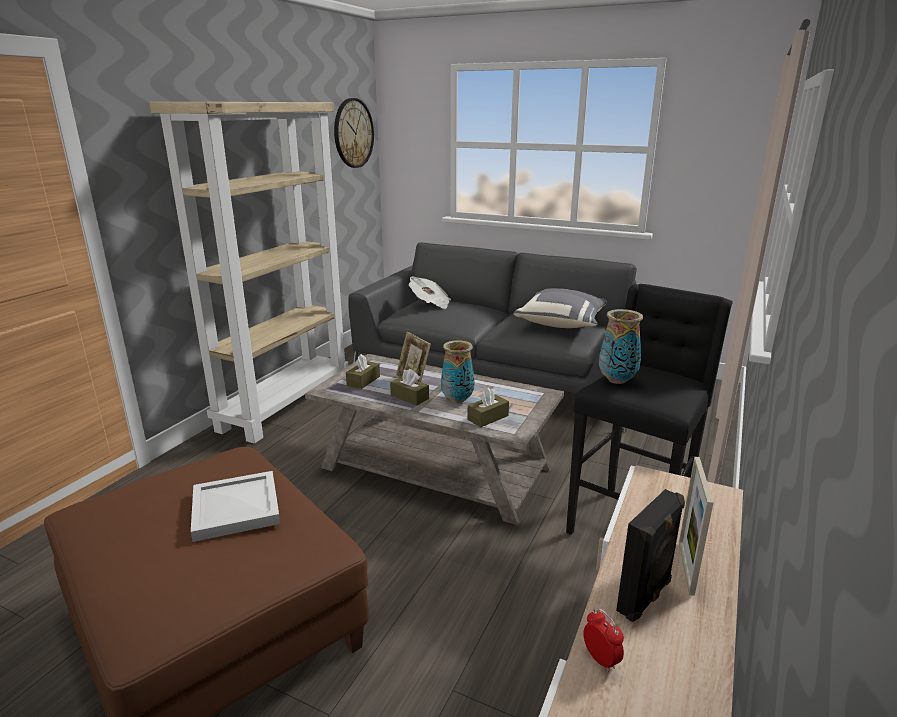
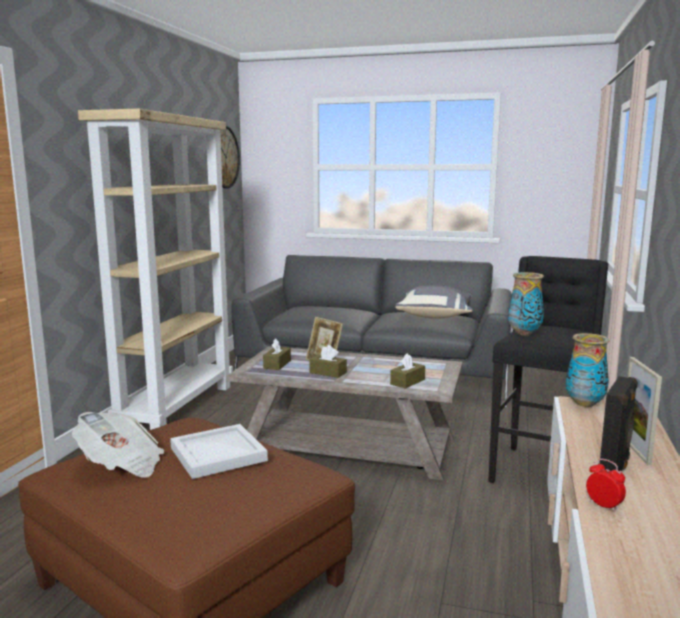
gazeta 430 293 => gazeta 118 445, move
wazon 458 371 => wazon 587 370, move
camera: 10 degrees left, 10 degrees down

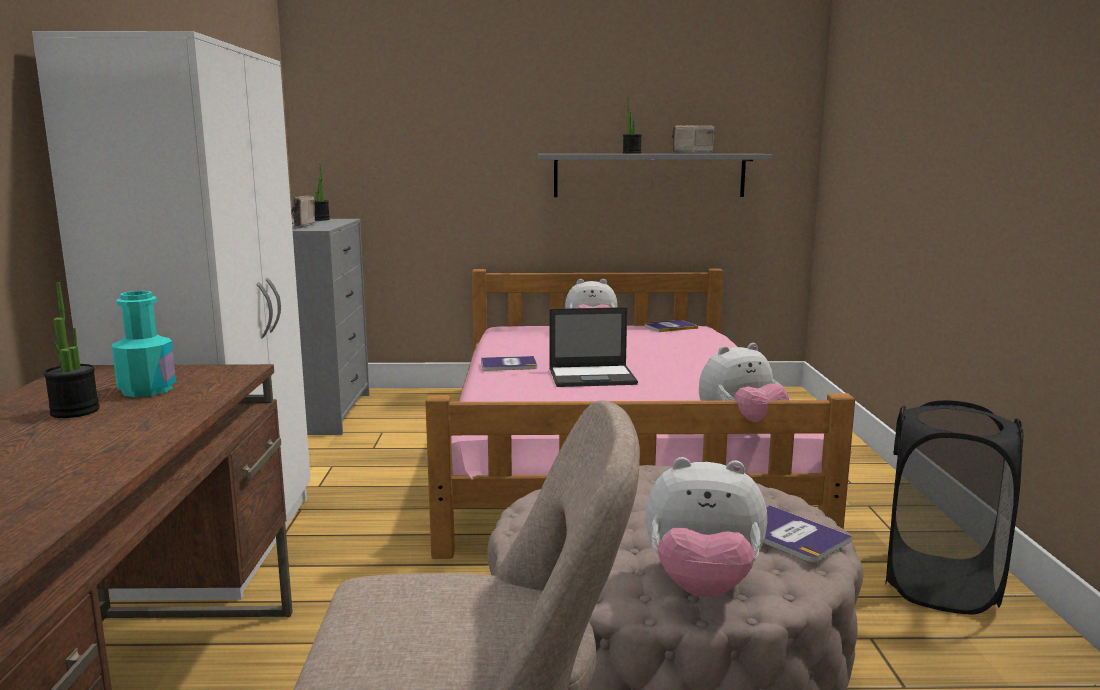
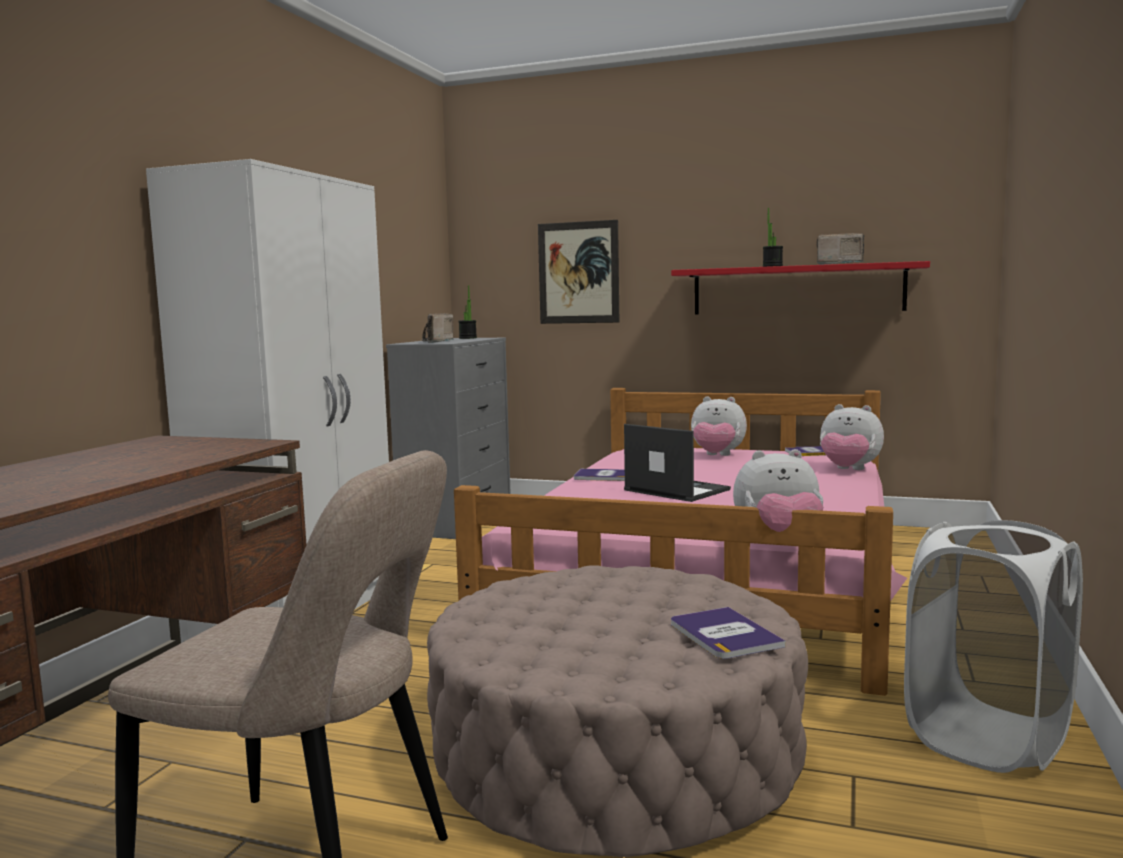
półka [szary] 655 175 => półka [czerwony] 800 288
roślina doniczkowa 72 350 => nothing
butelka [turkusowy] 143 344 => nothing
laptop 593 347 => laptop 677 463, 150 degrees counterclockwise
kosz na pranie [czarny] 954 507 => kosz na pranie [biały] 993 646
pluszak 706 527 => pluszak 852 437, move
nothing => obraz 578 272
camera: 20 degrees right, 5 degrees down

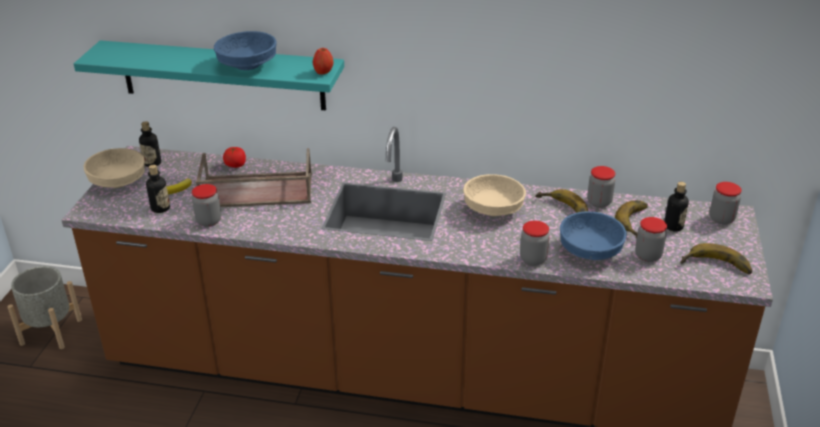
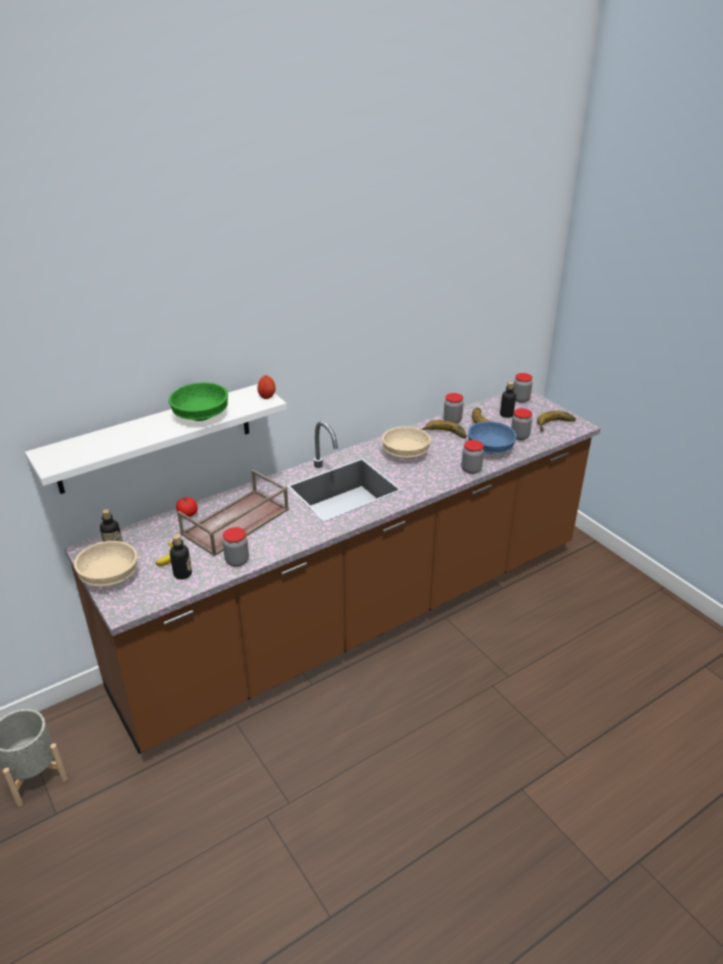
miska [niebieski] 245 50 => miska [zielony] 198 401
półka [turkusowy] 209 75 => półka [biały] 156 439
camera: 45 degrees left, 0 degrees up

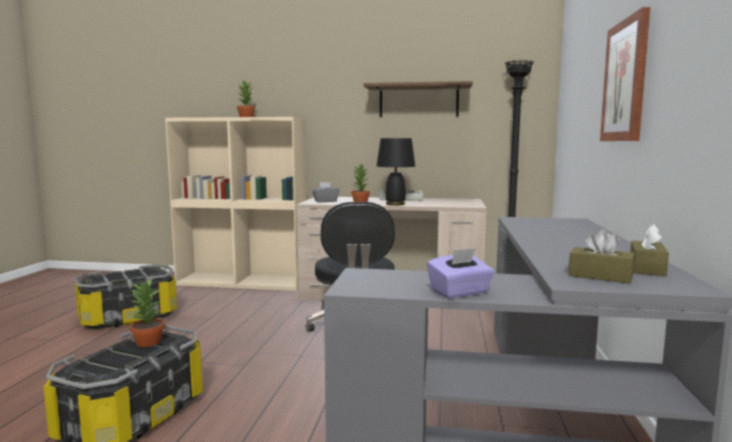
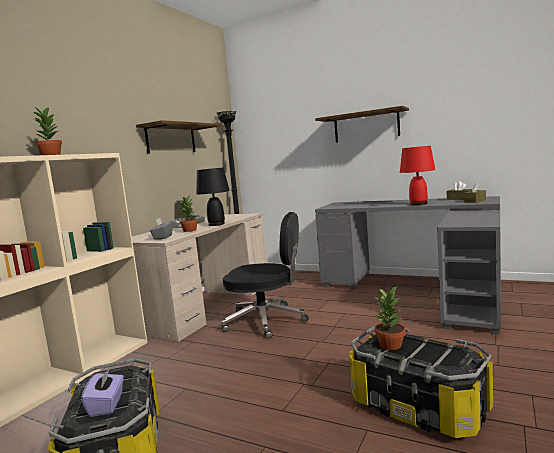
obraz 625 74 => półka 362 124
pudełko chusteczek [fioletowy] 461 273 => pudełko chusteczek [fioletowy] 102 392, move
nothing => lampa stołowa [czerwony] 417 175
camera: 70 degrees left, 0 degrees up

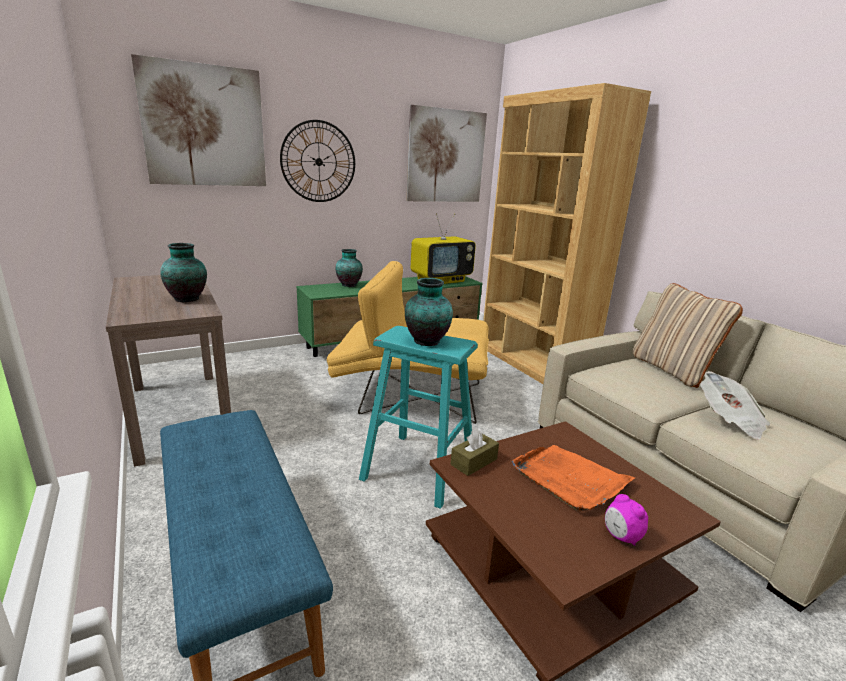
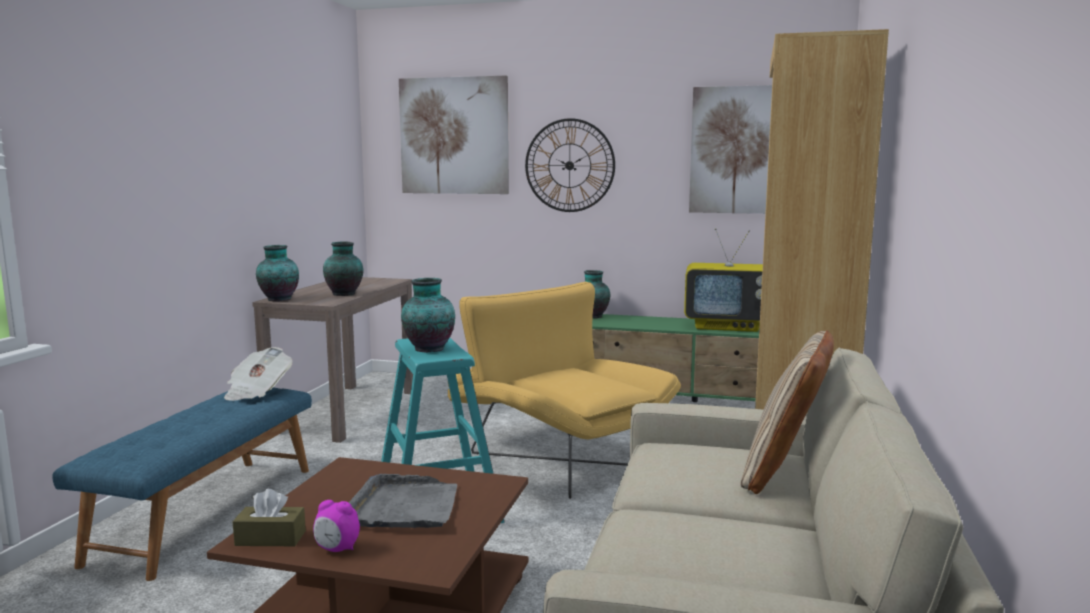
gazeta 735 405 => gazeta 258 374, move
pudełko chusteczek [brązowy] 475 452 => pudełko chusteczek [brązowy] 269 517, move
taca [pomarańczowy] 573 478 => taca [szary] 403 501
budzik 626 520 => budzik 336 526, 90 degrees counterclockwise
nothing => wazon 277 273
camera: 45 degrees right, 10 degrees down

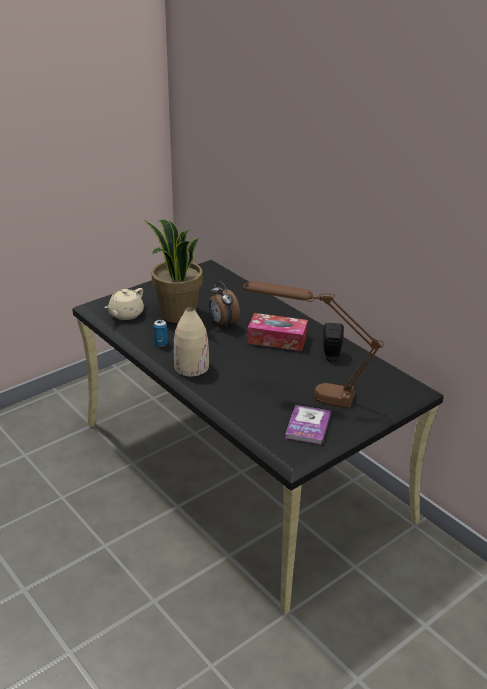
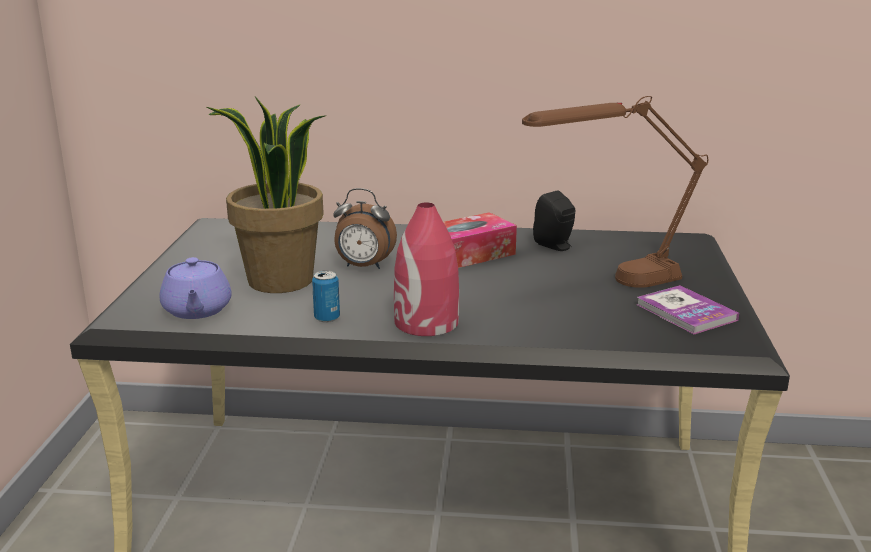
imbryk [beżowy] 124 304 => imbryk [fioletowy] 196 288
wazon [beżowy] 191 341 => wazon [czerwony] 426 269
camera: 45 degrees left, 10 degrees down

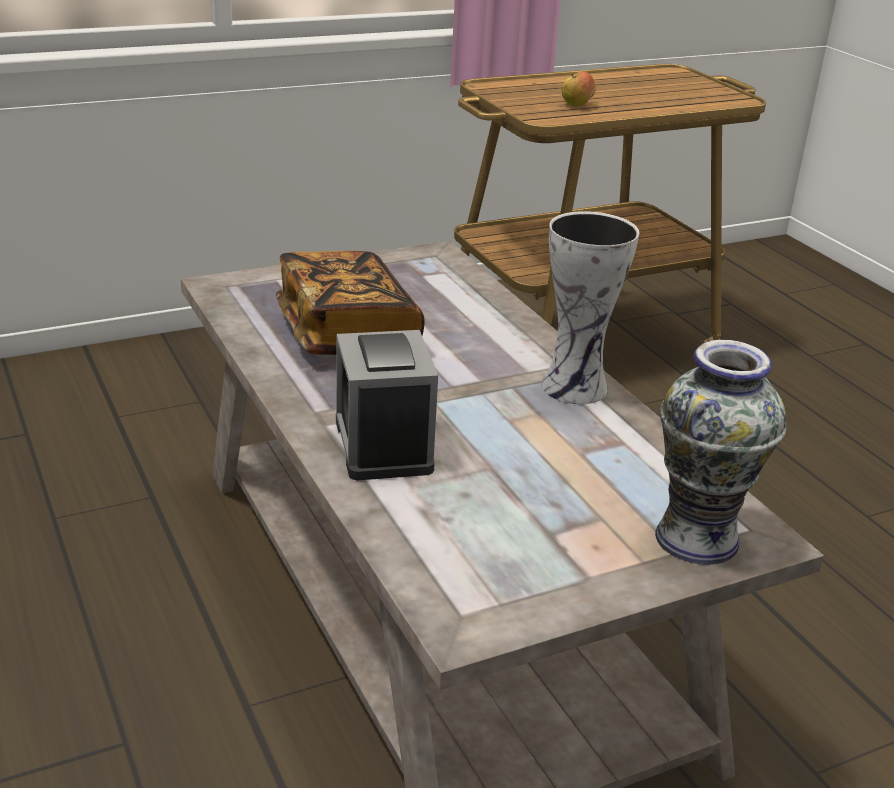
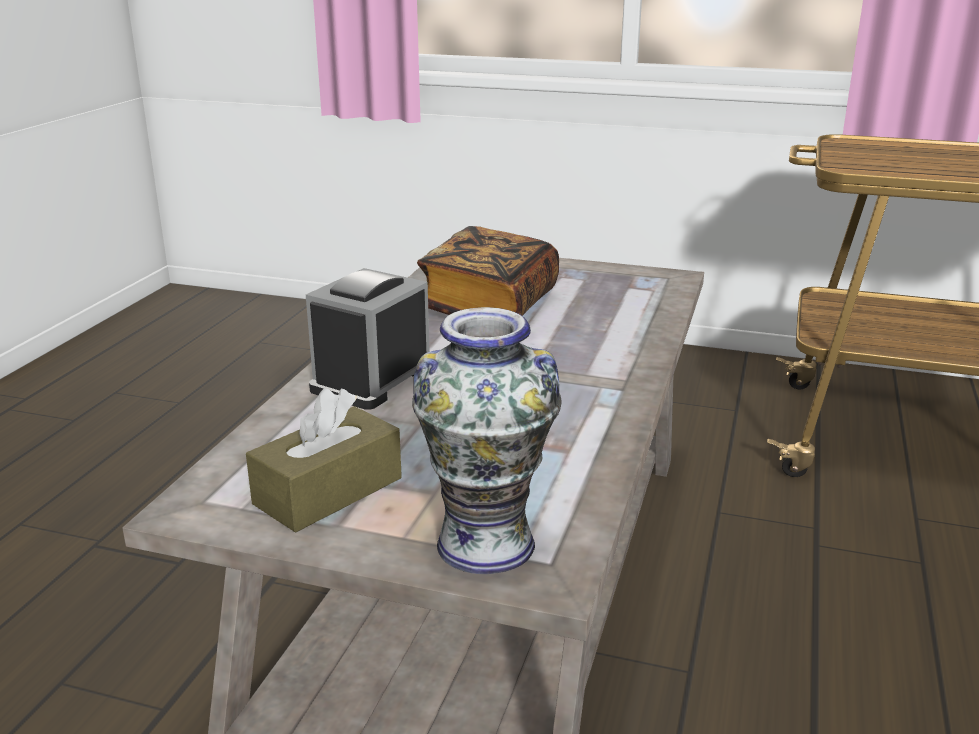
jabłko 578 89 => nothing
wazon 590 307 => nothing
nothing => pudełko chusteczek [brązowy] 324 460
camera: 45 degrees right, 5 degrees down

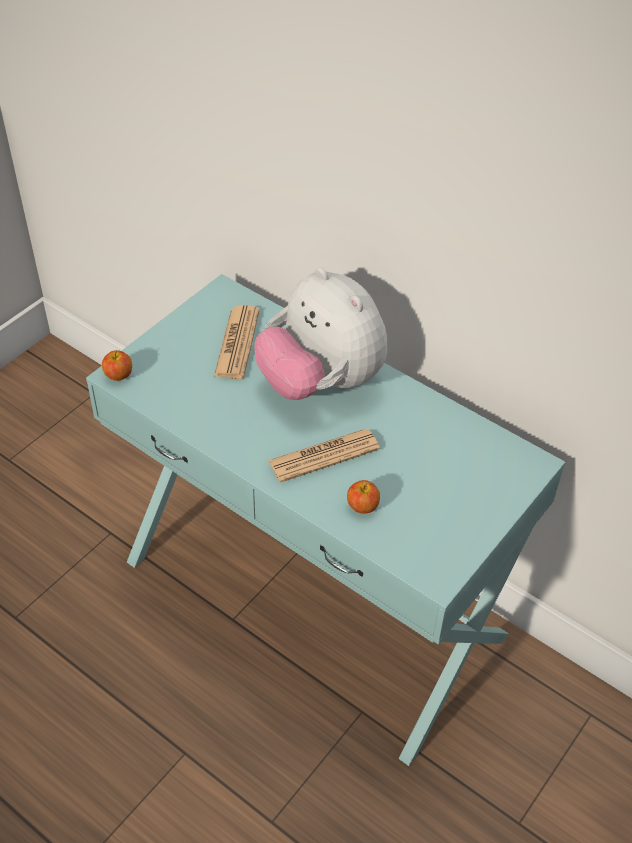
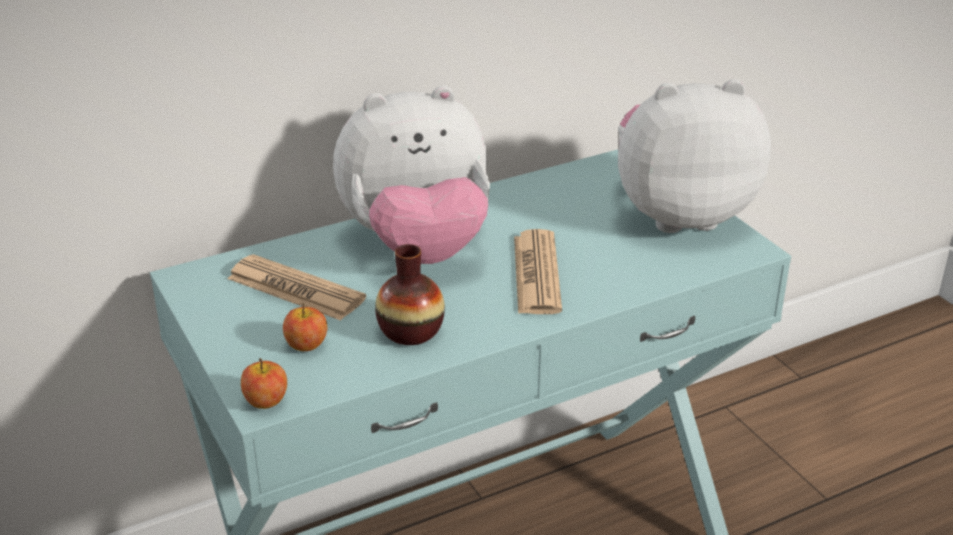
jabłko 363 496 => jabłko 305 327, move
nothing => pluszak 694 156
nothing => wazon 410 294
camera: 65 degrees left, 15 degrees down

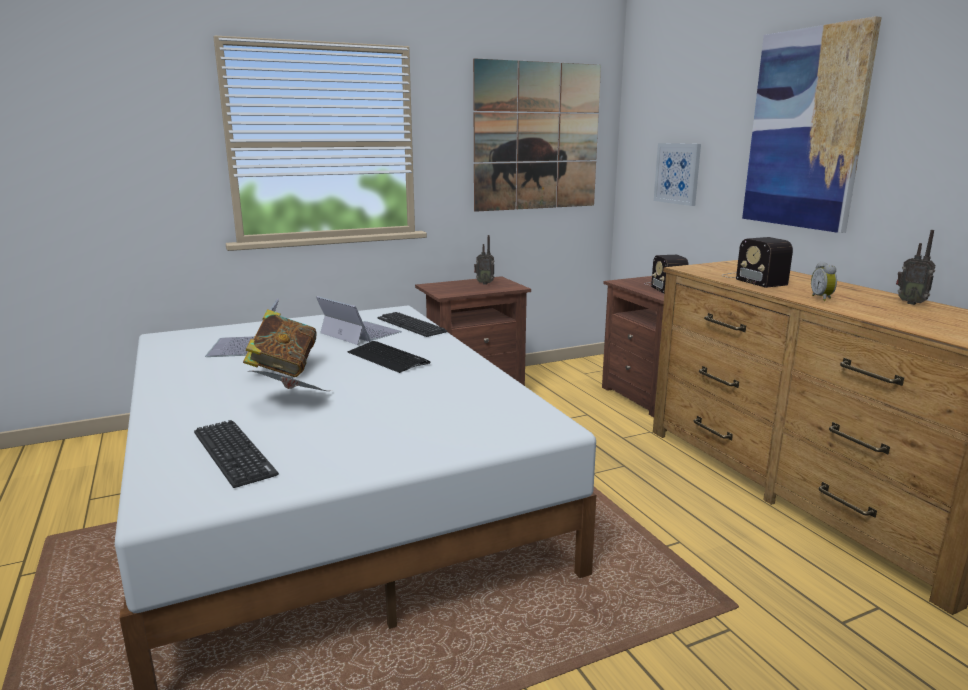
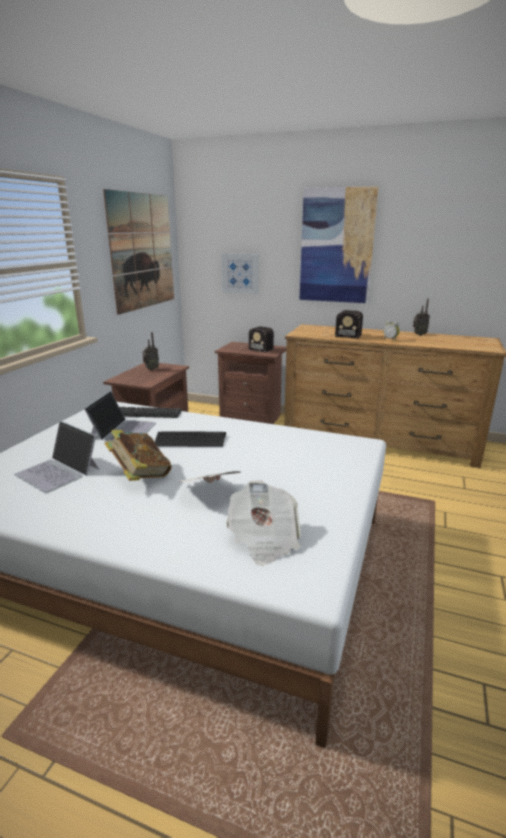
laptop 359 320 => laptop 120 416, 105 degrees clockwise
klawiatura 236 454 => gazeta 263 523
camera: 45 degrees left, 5 degrees up

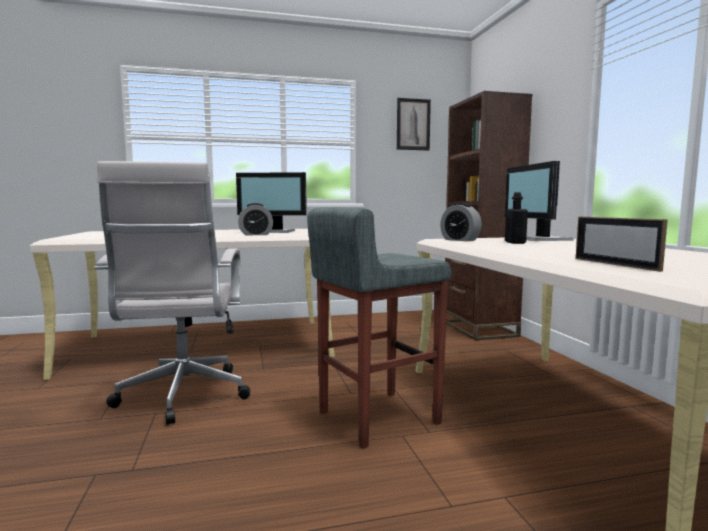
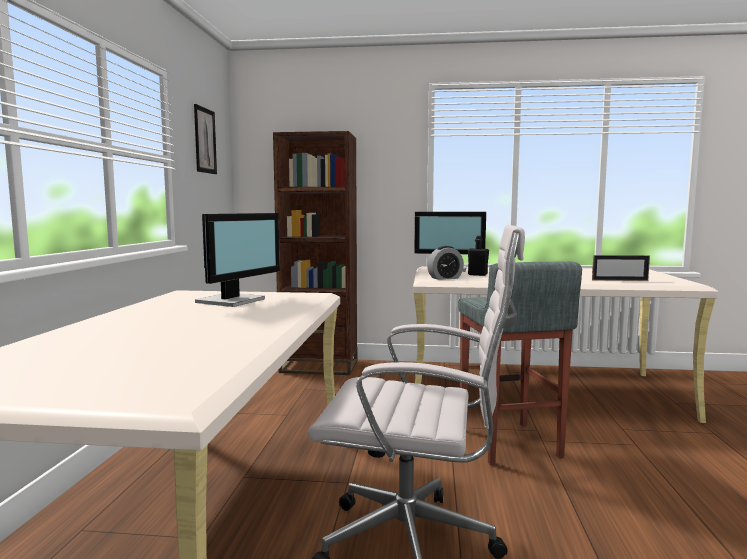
budzik 255 219 => nothing
camera: 70 degrees left, 0 degrees up

